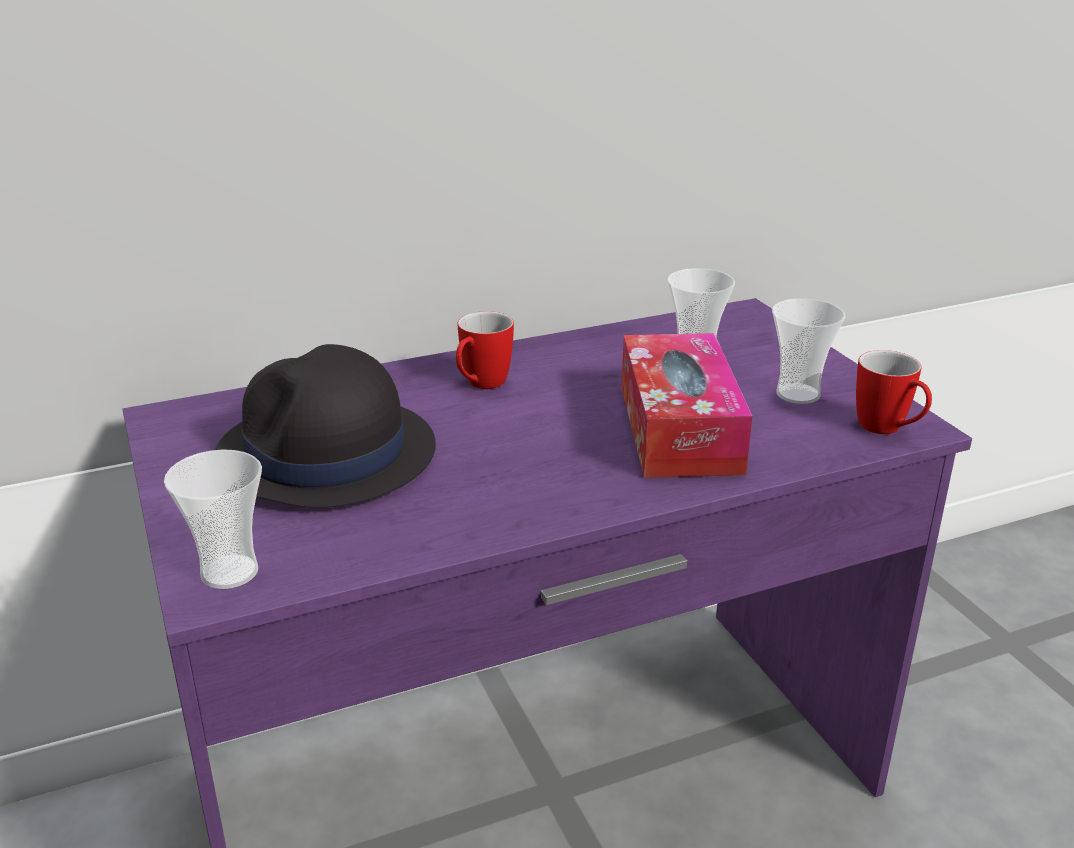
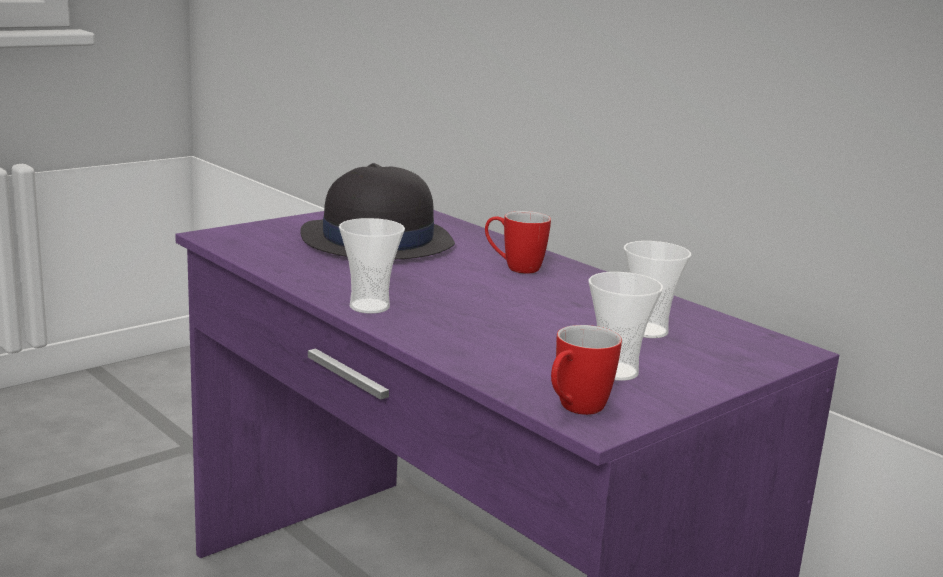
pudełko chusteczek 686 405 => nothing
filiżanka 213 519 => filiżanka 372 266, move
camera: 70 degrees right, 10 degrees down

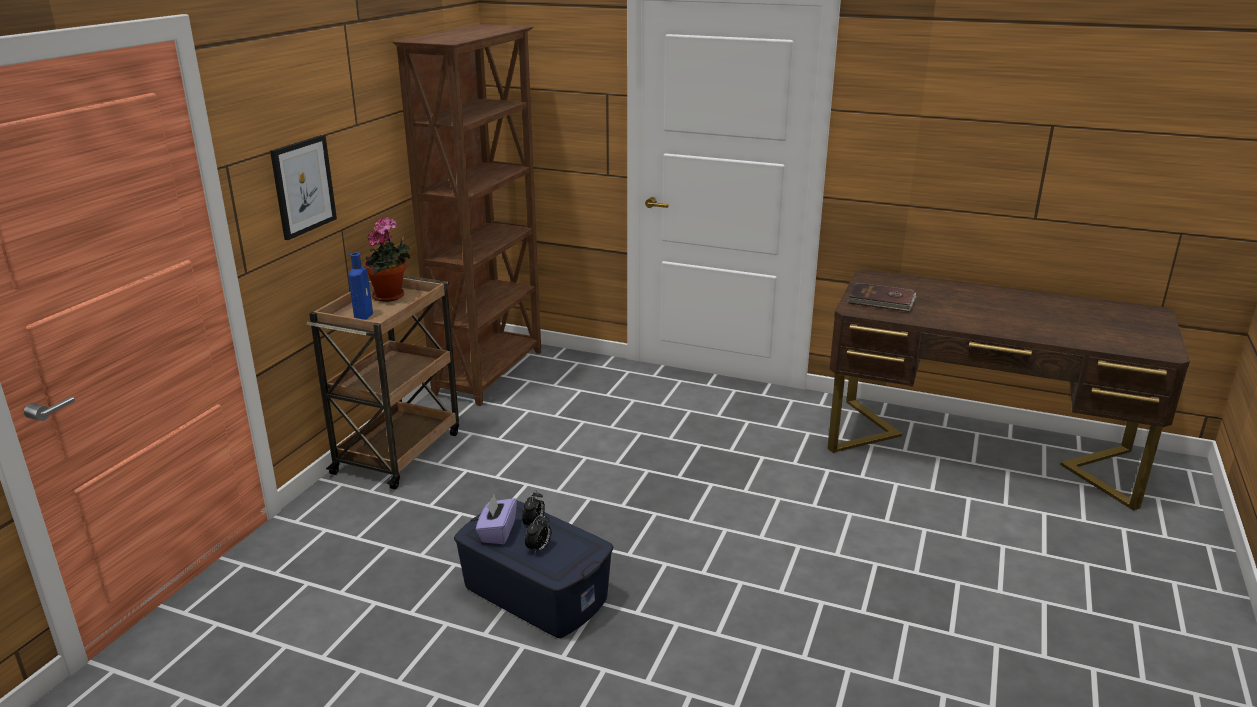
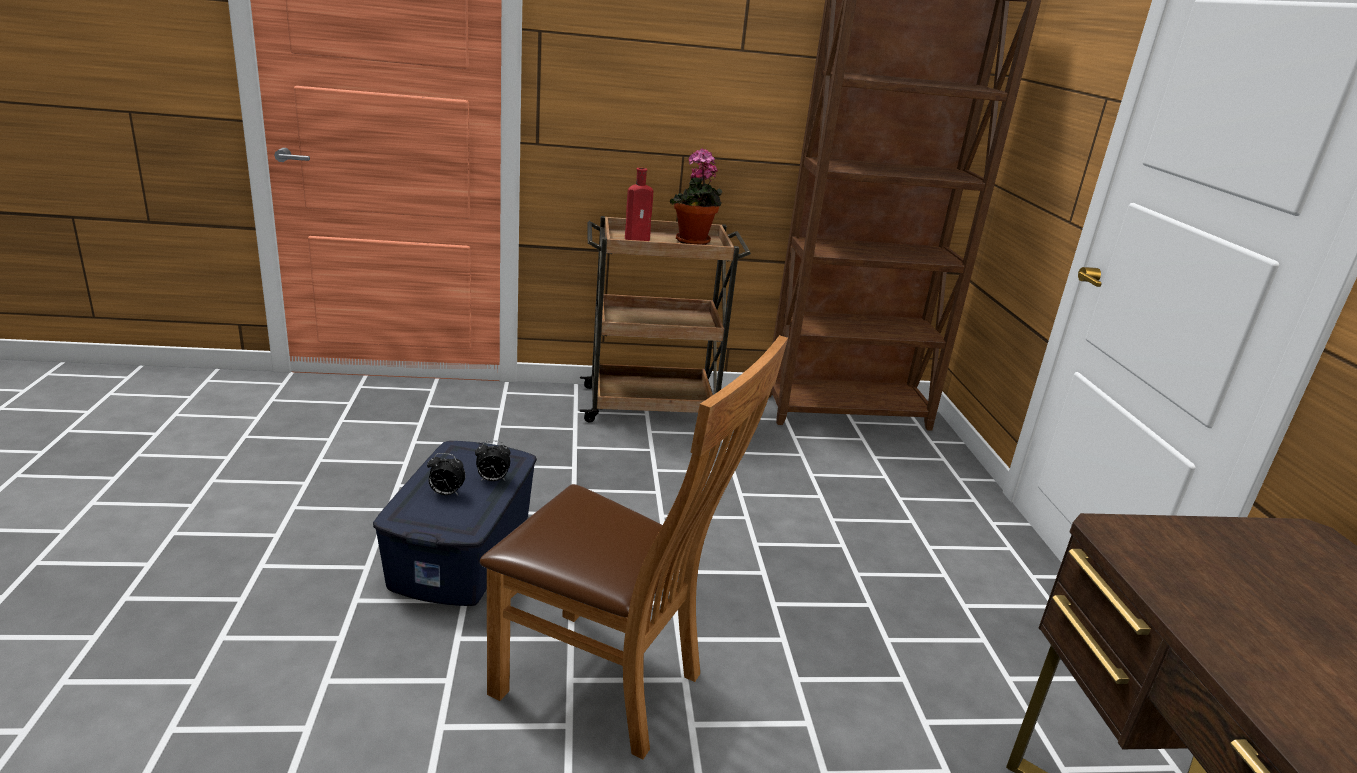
obraz 303 187 => nothing
butelka [niebieski] 360 286 => butelka [czerwony] 639 204
książka [brązowy] 881 297 => nothing
pudełko chusteczek [fioletowy] 496 519 => nothing
nothing => krzesło [brązowy] 634 547
camera: 60 degrees right, 0 degrees up

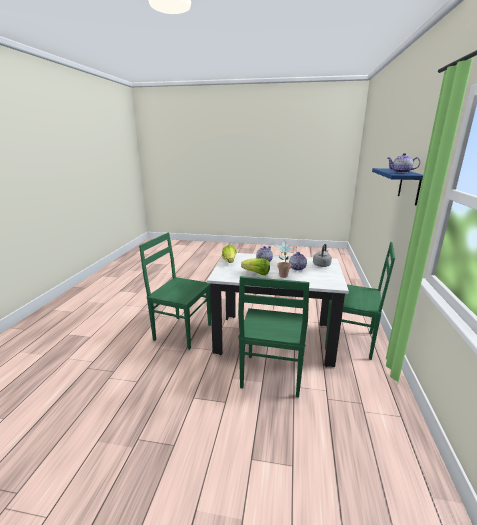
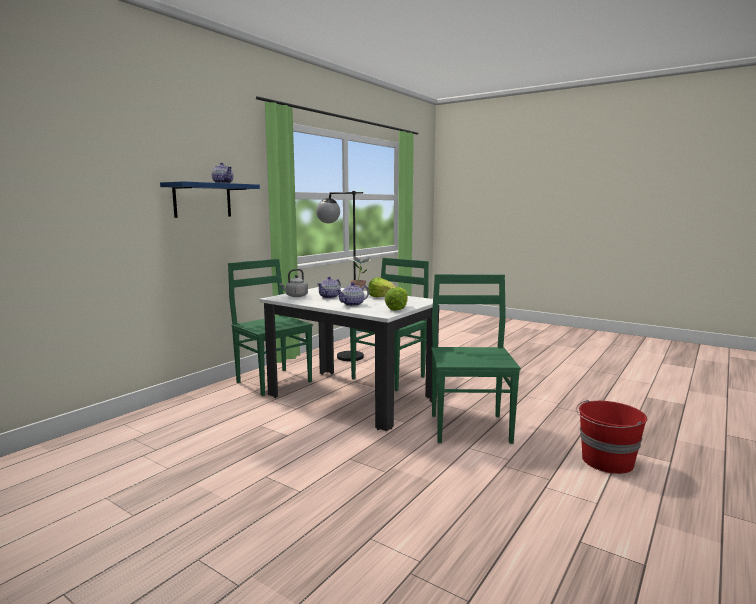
krzesło [zielony] 175 291 => krzesło [zielony] 476 359, 135 degrees counterclockwise
nothing => lampa stojąca [czarny] 340 276
nothing => wiadro [czerwony] 611 437
camera: 155 degrees left, 10 degrees down

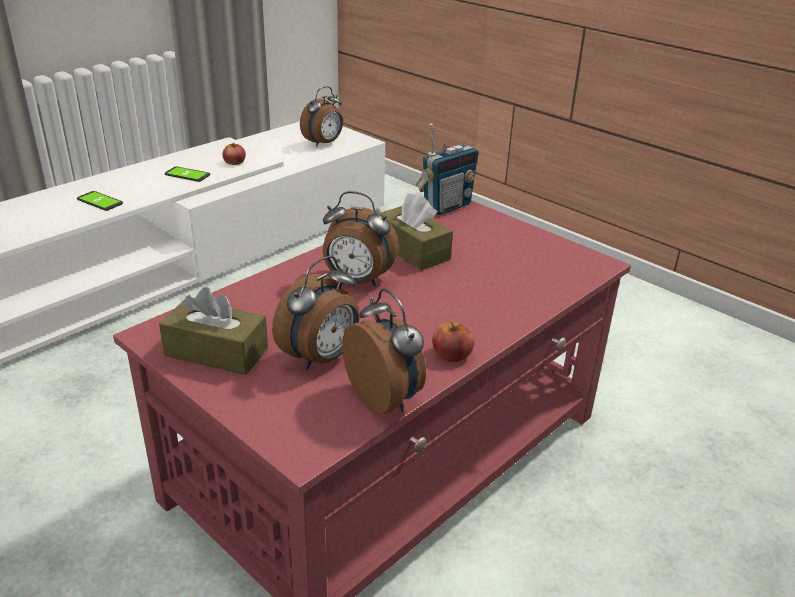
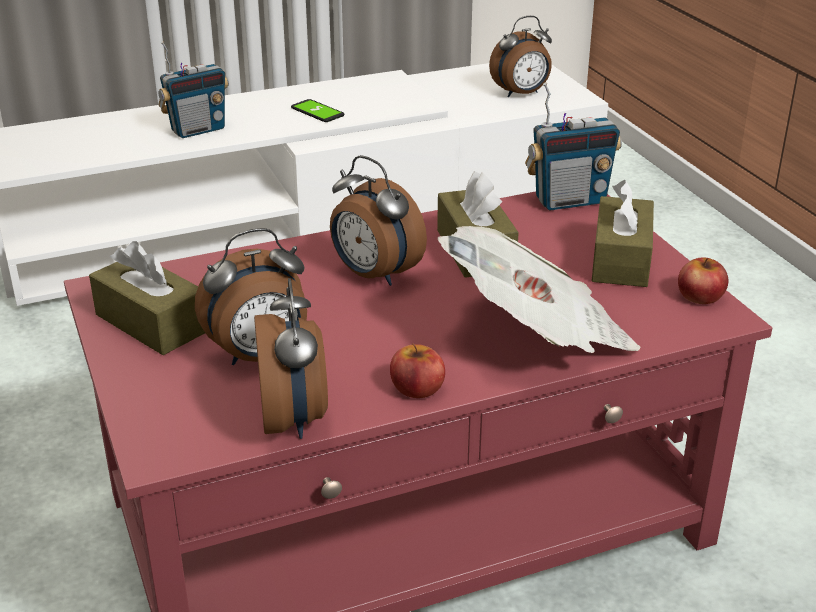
jabłko 234 153 => jabłko 703 281, move
telefon 100 201 => radio 193 89
nothing => pudełko chusteczek [brązowy] 623 233
nothing => gazeta 539 289
camera: 25 degrees right, 0 degrees up

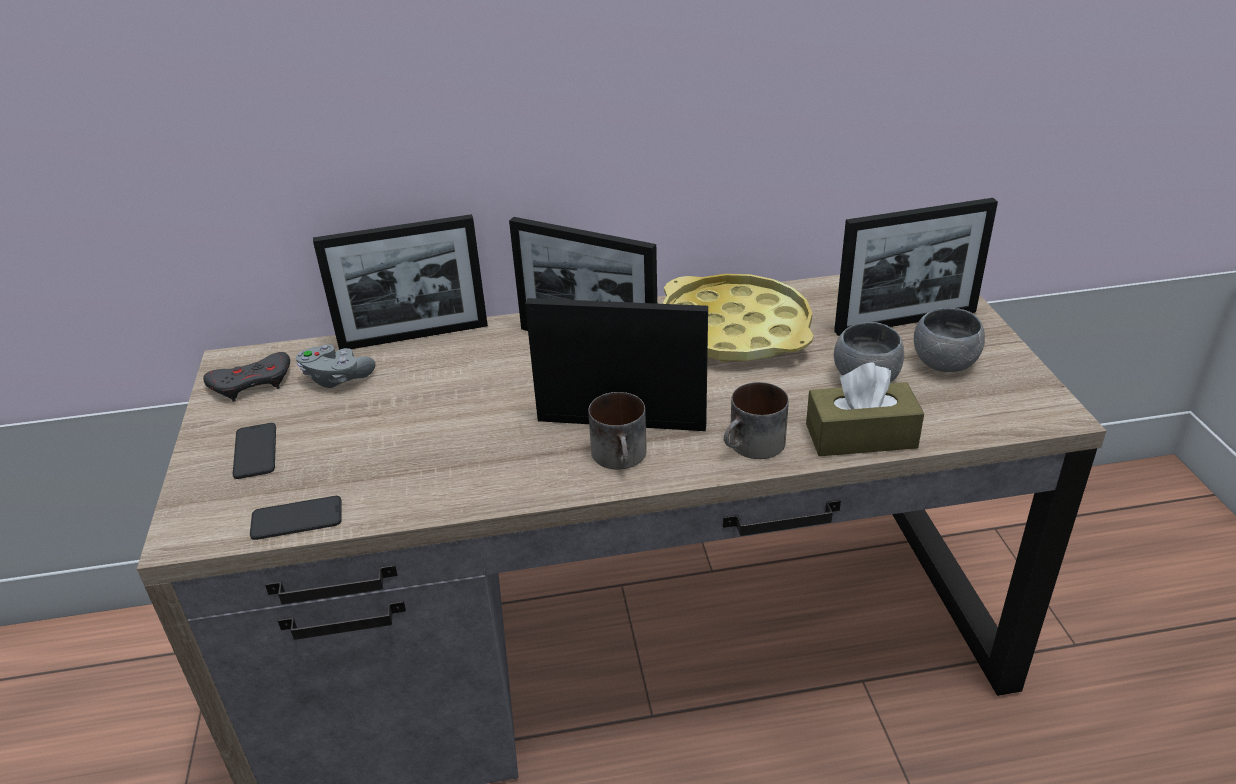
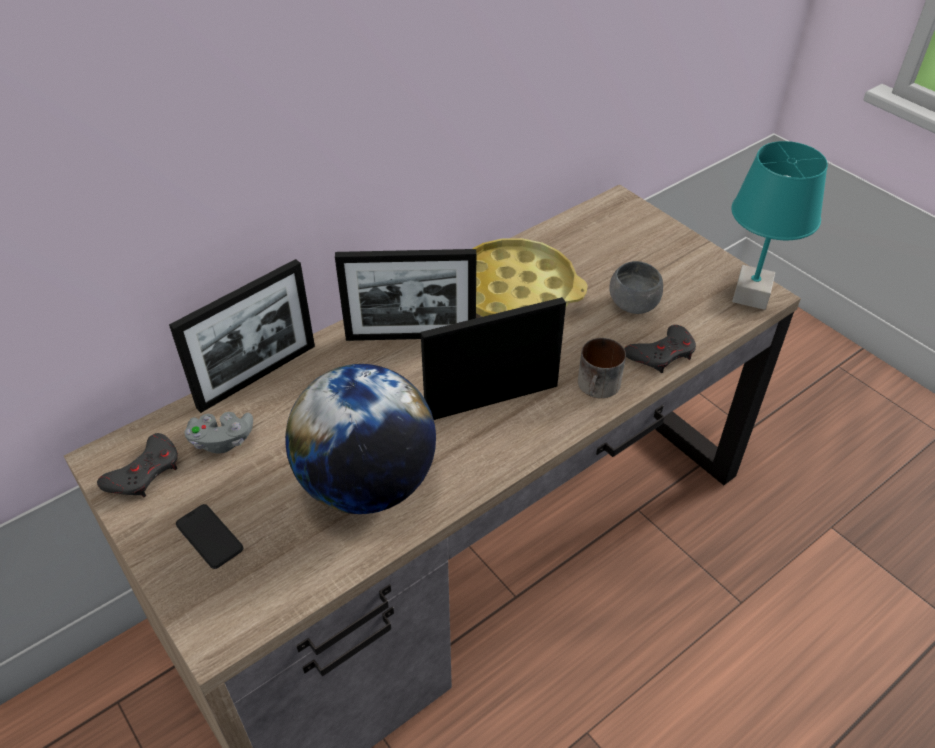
ramka na zdjęcie 916 267 => nothing
miska [szary] 949 340 => nothing
pudełko chusteczek [brązowy] 865 409 => pad do gier [szary] 660 349
kubek 617 431 => nothing
telefon 296 518 => nothing
nothing => lampa stołowa [turkusowy] 779 225
nothing => globus 360 439
camera: 30 degrees left, 10 degrees up

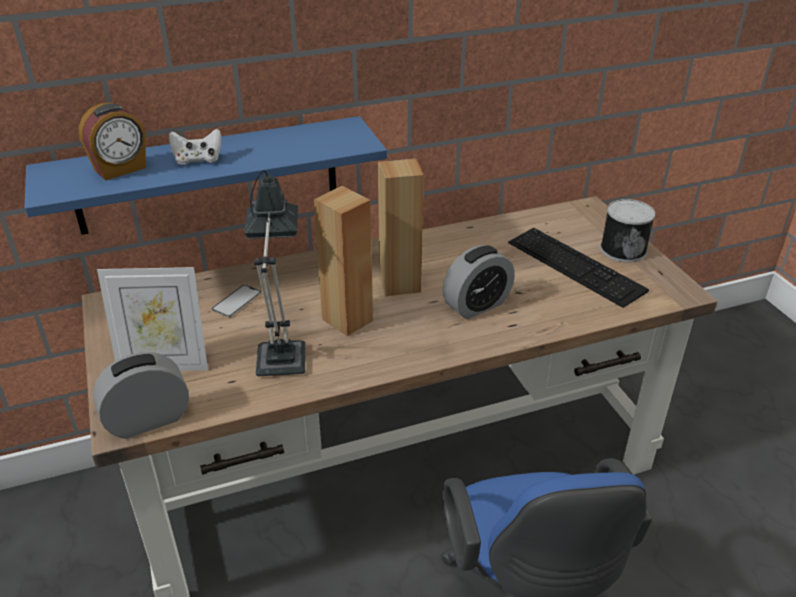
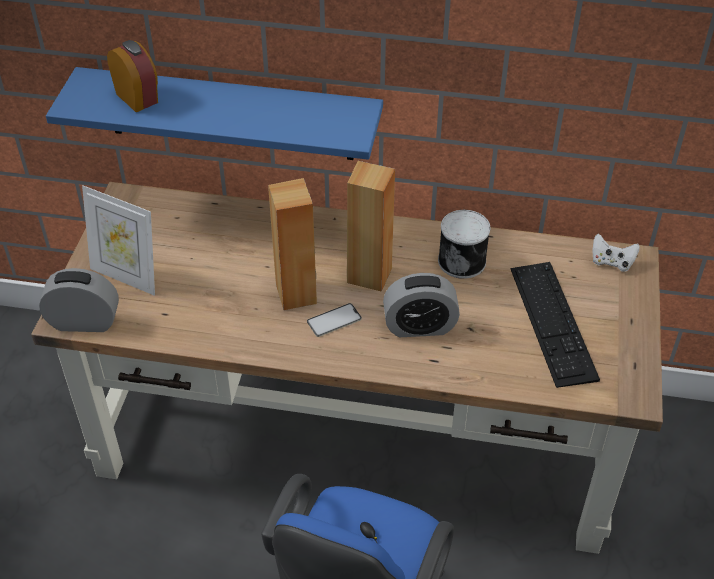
budzik 112 142 => budzik 132 76, 120 degrees counterclockwise
pad do gier [biały] 195 146 => pad do gier [biały] 616 253, move
lampa stołowa 275 273 => nothing
puszka 627 230 => puszka 464 244, move
telefon 236 301 => telefon 334 320, move
camera: 30 degrees right, 10 degrees up

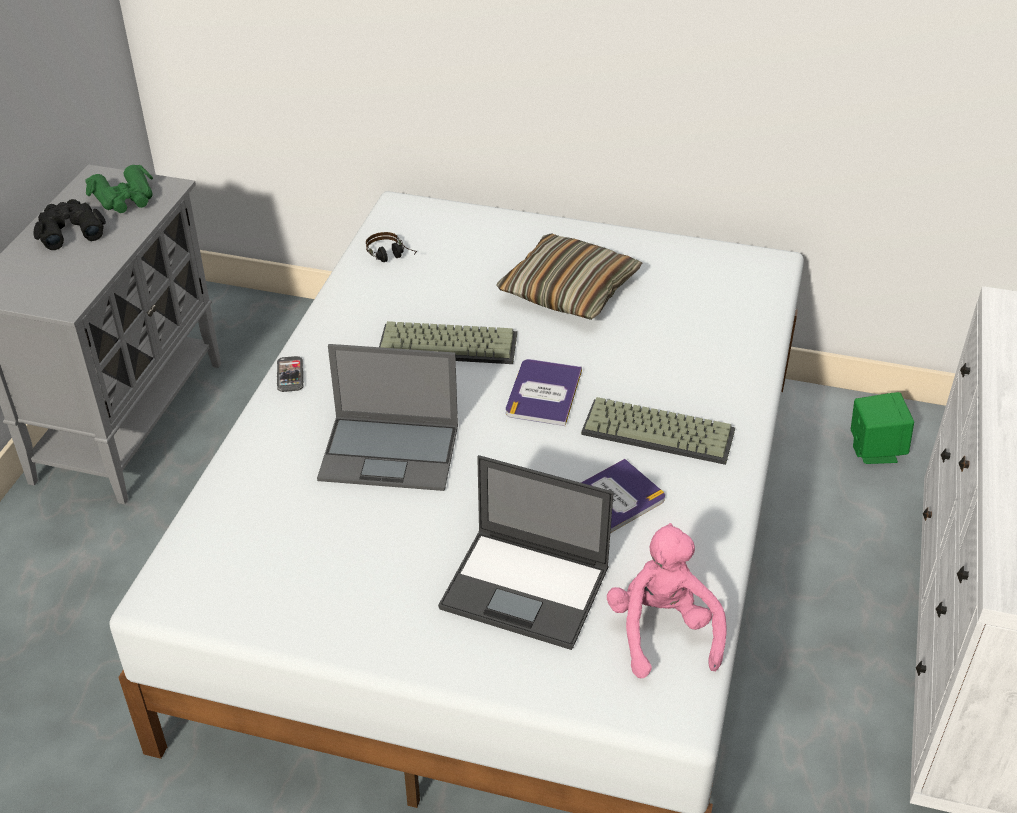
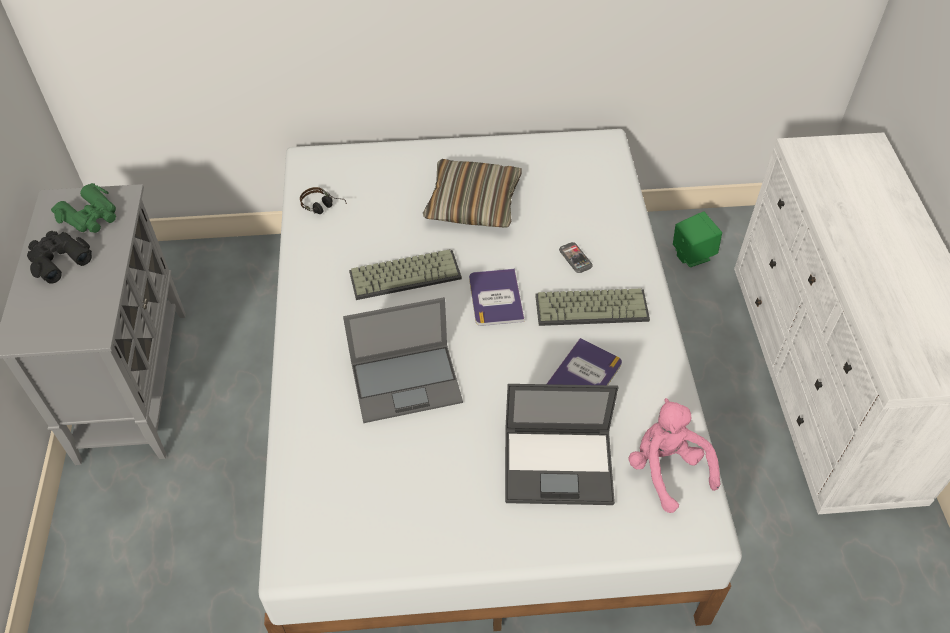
telefon 290 374 => telefon 576 257, move
camera: 20 degrees left, 10 degrees up

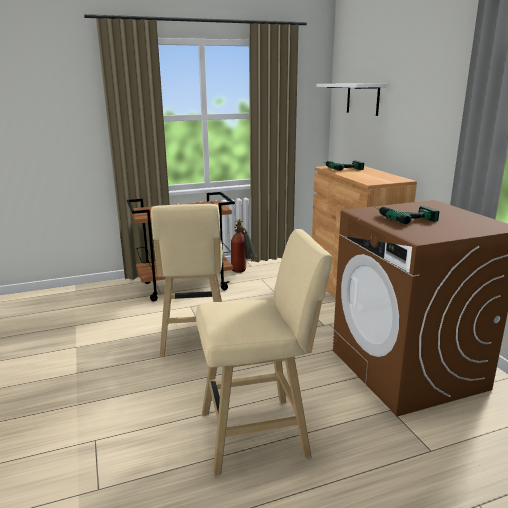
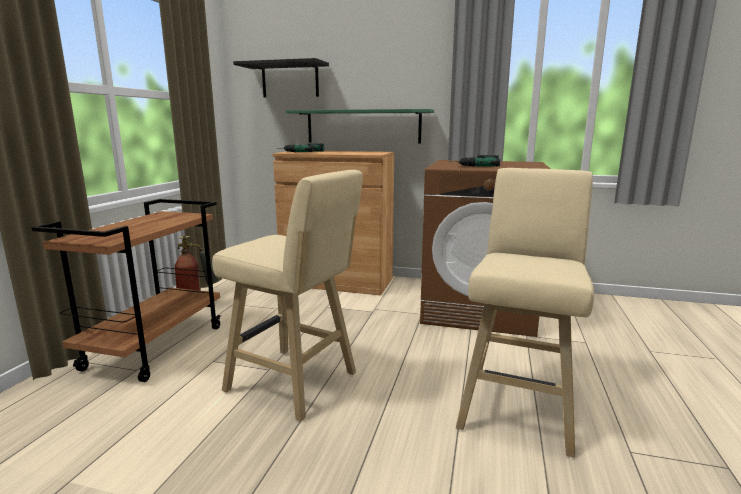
półka [biały] 351 100 => półka [czarny] 281 78
nothing => półka [zielony] 360 126
camera: 55 degrees left, 5 degrees down

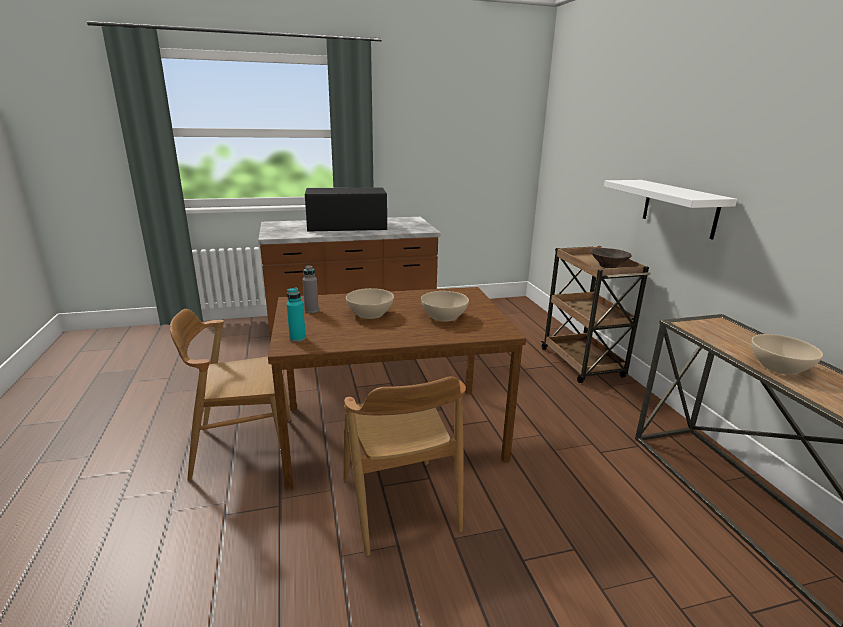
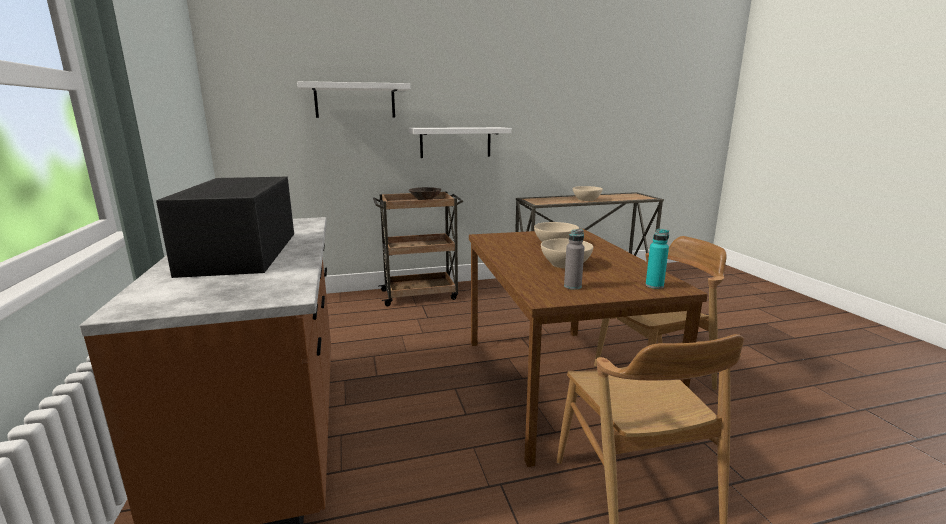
nothing => półka [biały] 353 99
camera: 90 degrees left, 5 degrees down

